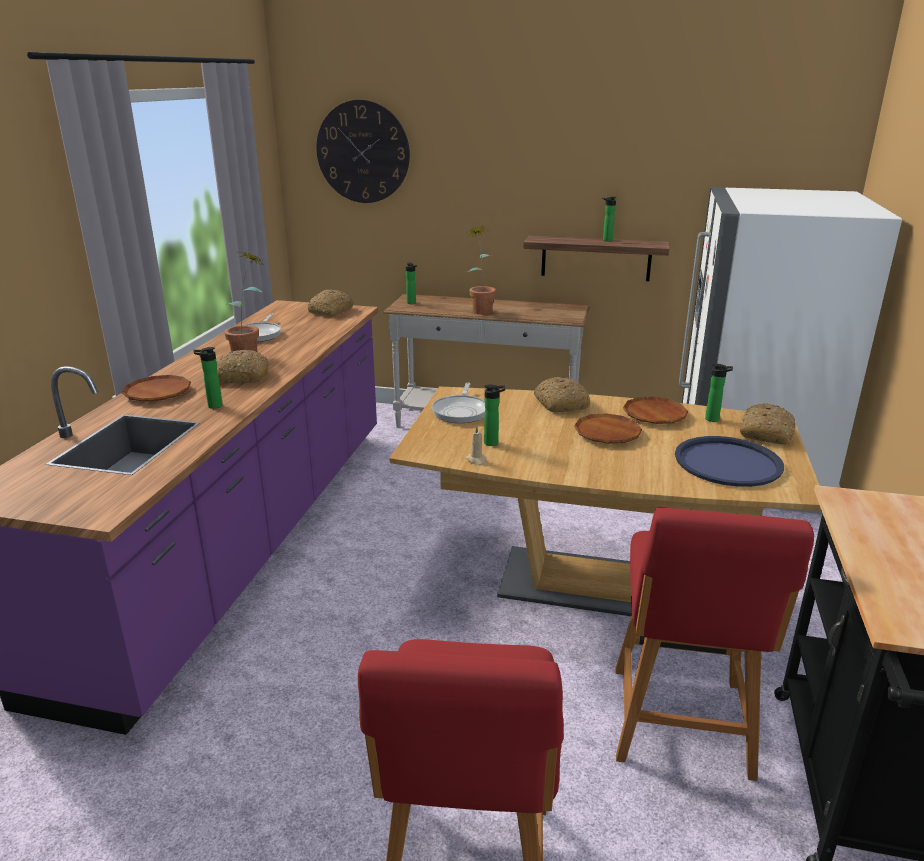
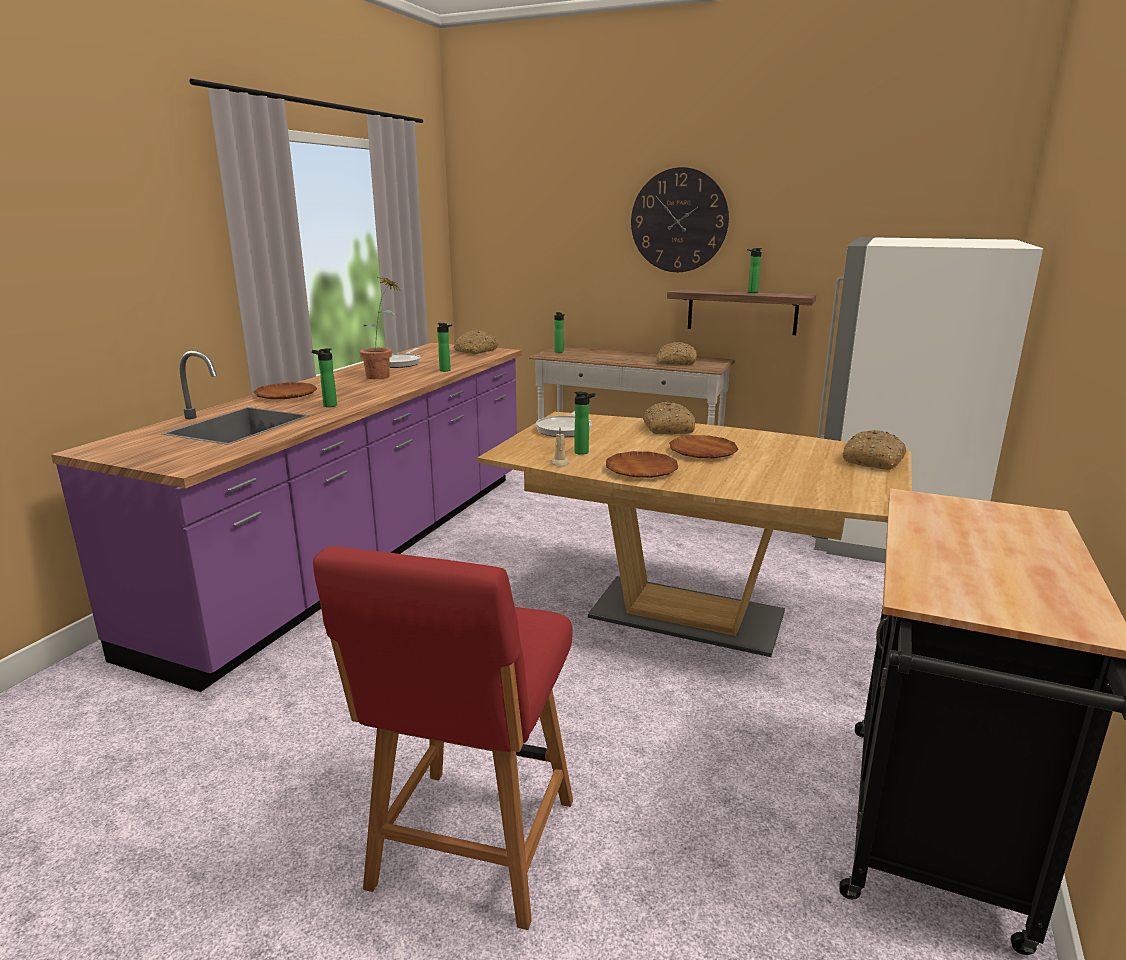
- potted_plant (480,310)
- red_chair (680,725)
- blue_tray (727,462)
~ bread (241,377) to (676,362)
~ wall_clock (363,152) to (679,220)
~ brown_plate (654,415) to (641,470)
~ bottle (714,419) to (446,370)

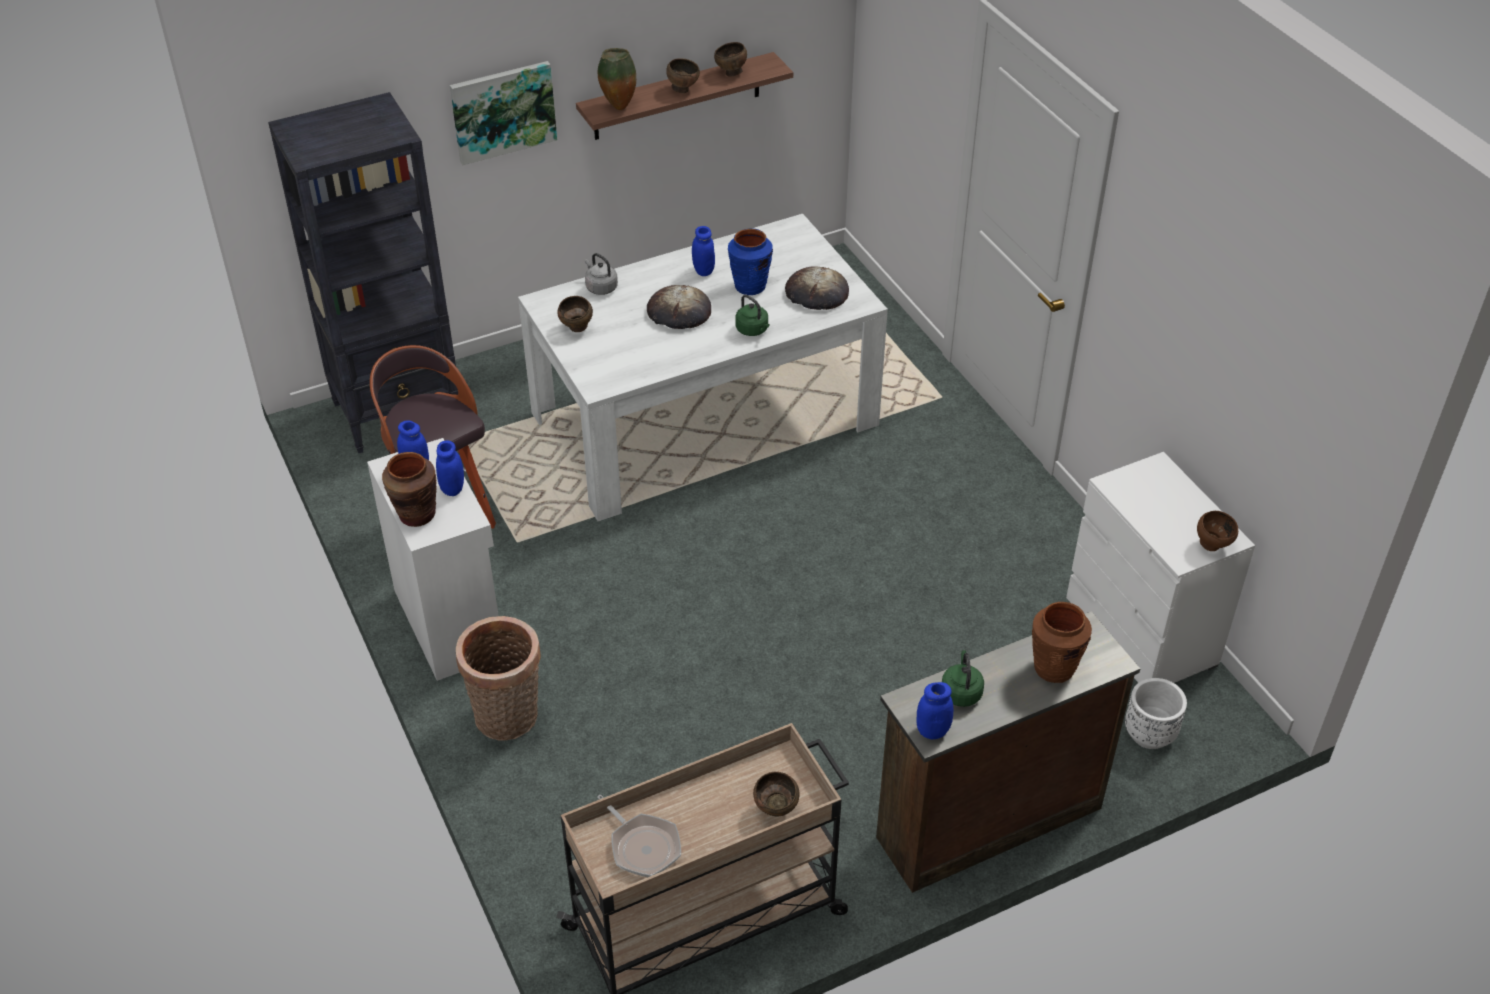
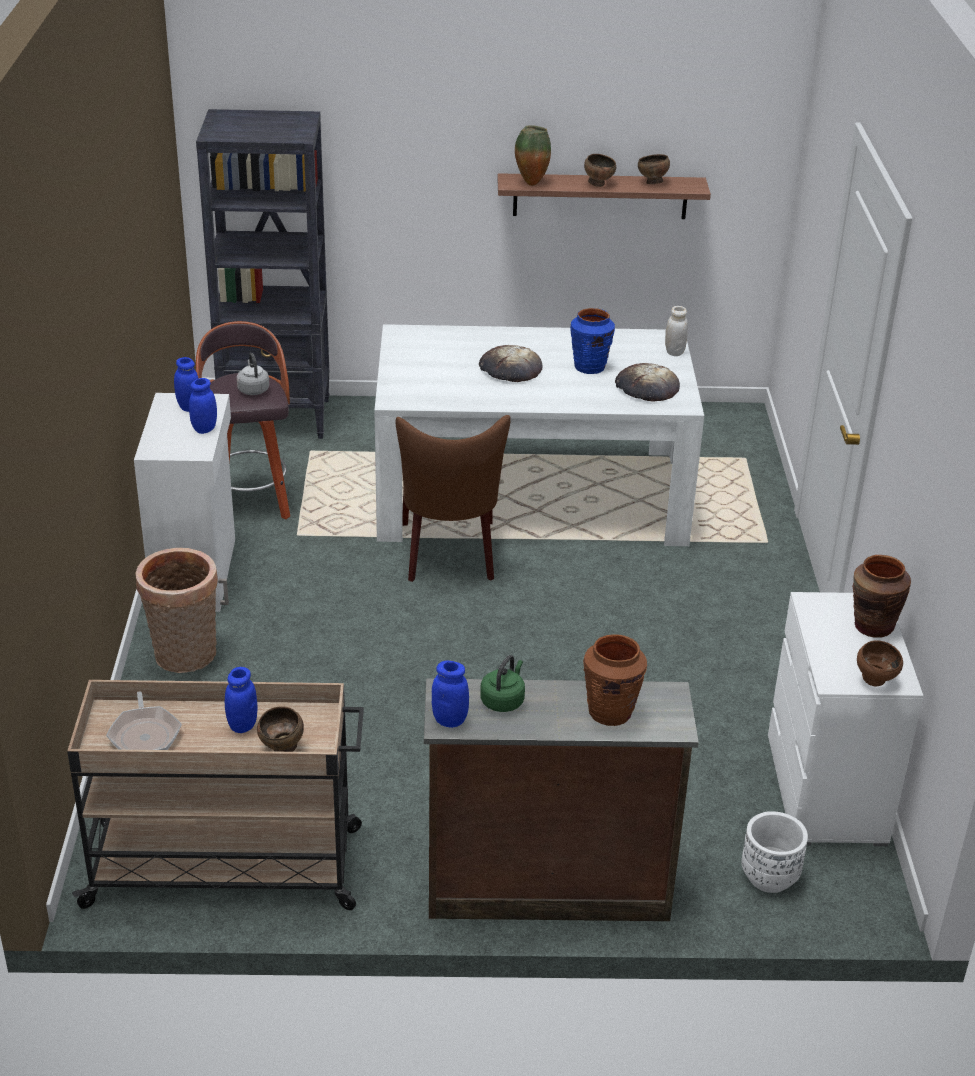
- picture (503,111)
- brown_bowl (577,328)
- green_kettle (753,330)
+ brown_chair (449,556)
+ white_jar (674,352)
~ brown_vase (416,515) to (873,626)
~ grey_kettle (600,287) to (253,389)
~ blue_jar (703,271) to (242,725)

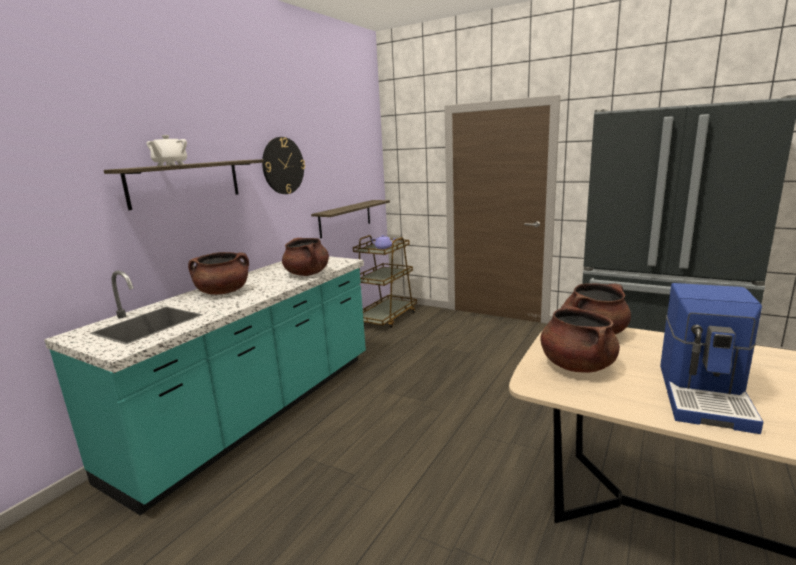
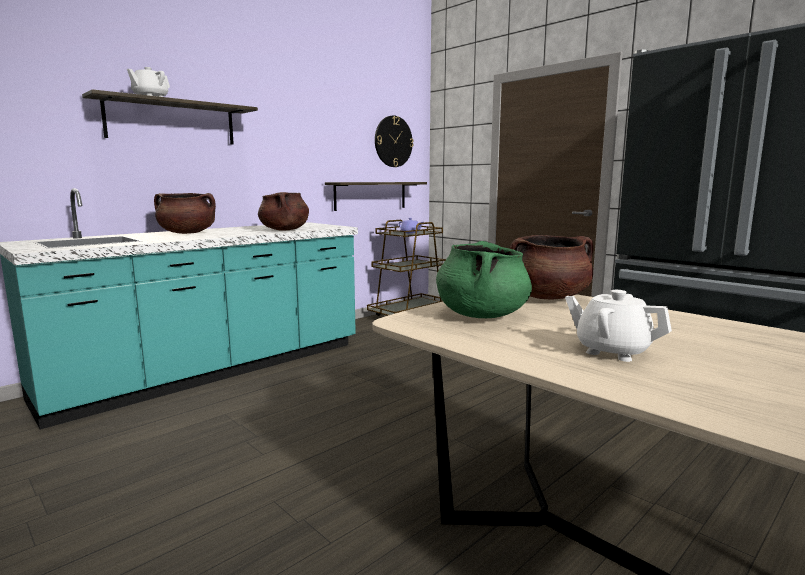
~ wall_clock (283,165) to (393,141)
~ coffee_machine (705,395) to white_teapot (612,351)
~ brown_cooking_pot (576,365) to green_cooking_pot (481,315)

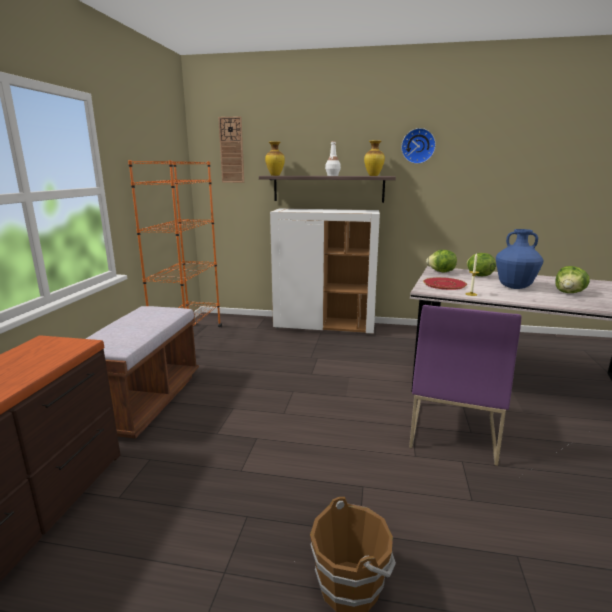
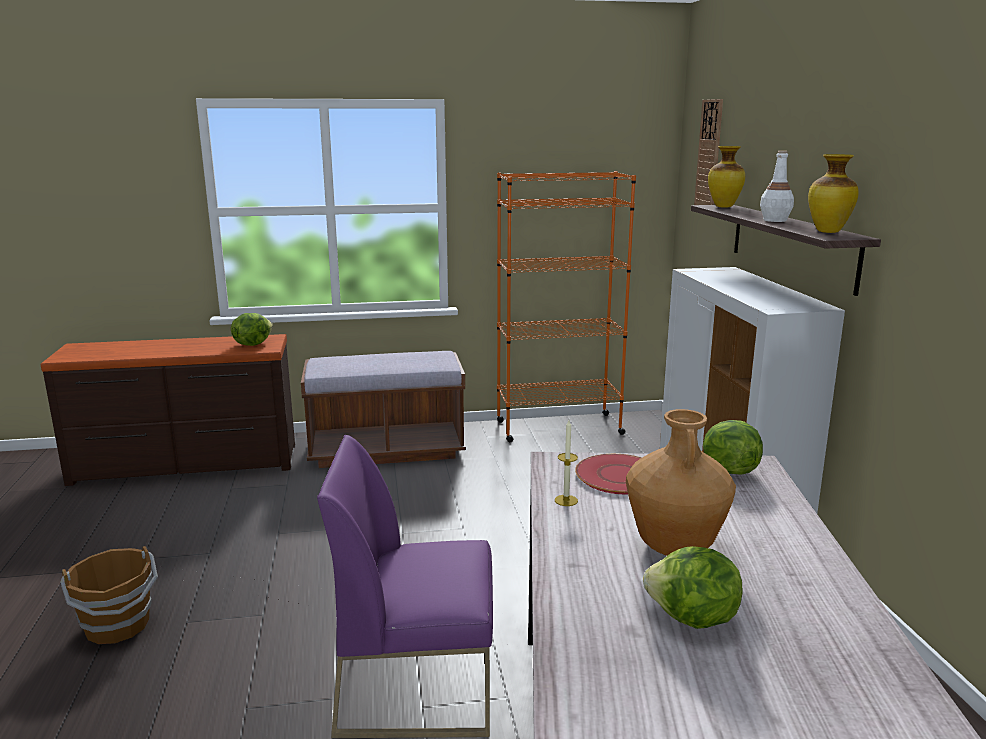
- wall_clock (418,146)
~ lettuce (478,276) to (252,344)
~ blue_vase (514,287) to brown_vase (675,548)

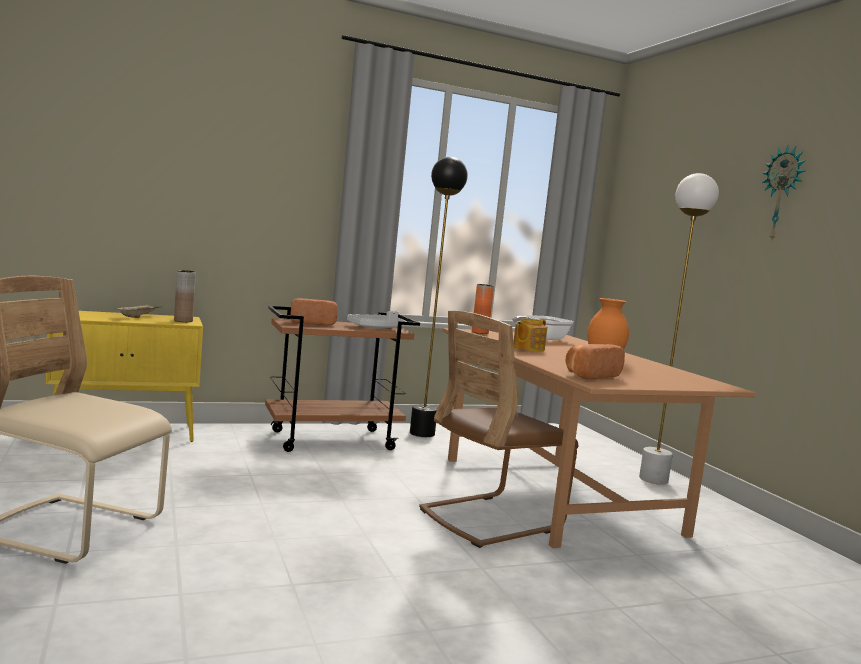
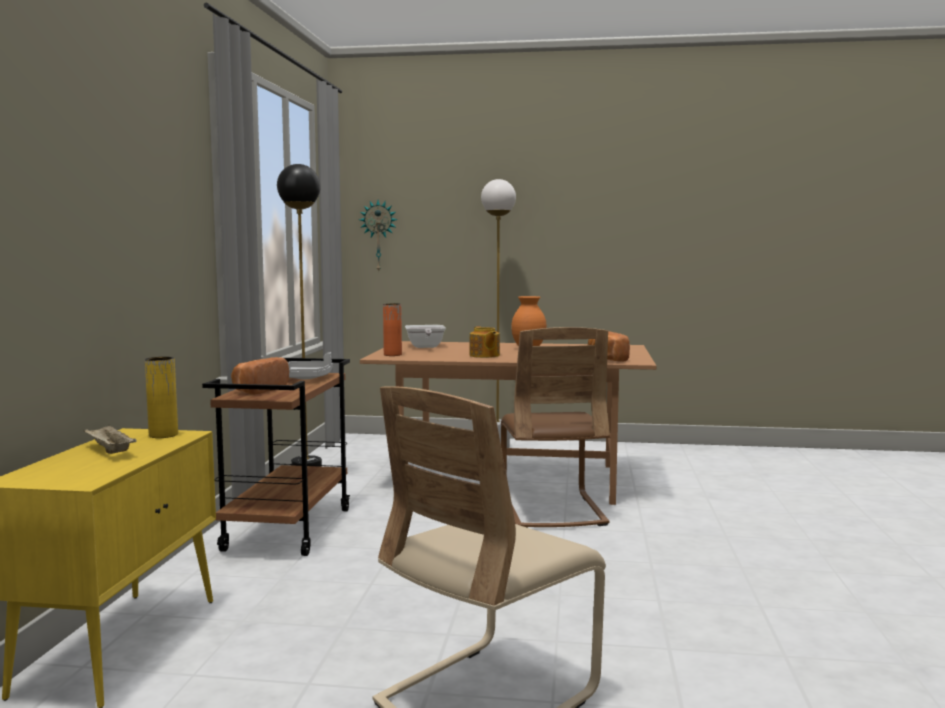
~ wall_clock (782,194) to (379,236)
~ brown_vase (183,321) to yellow_vase (163,435)

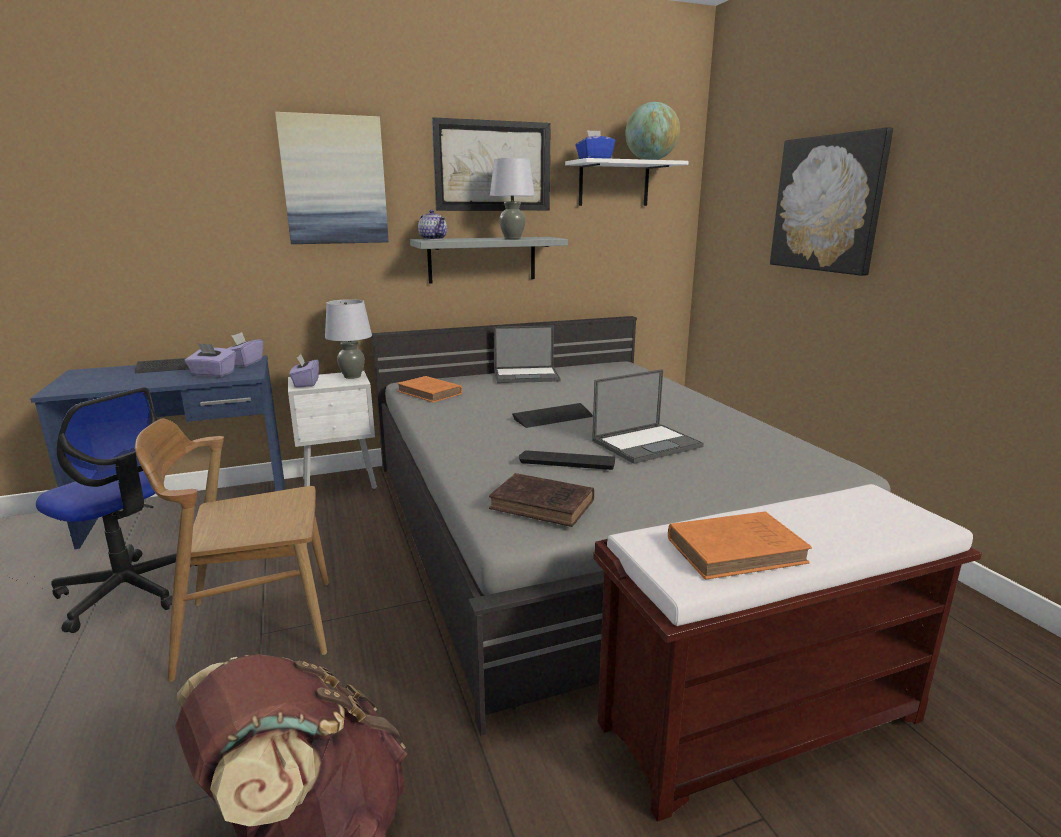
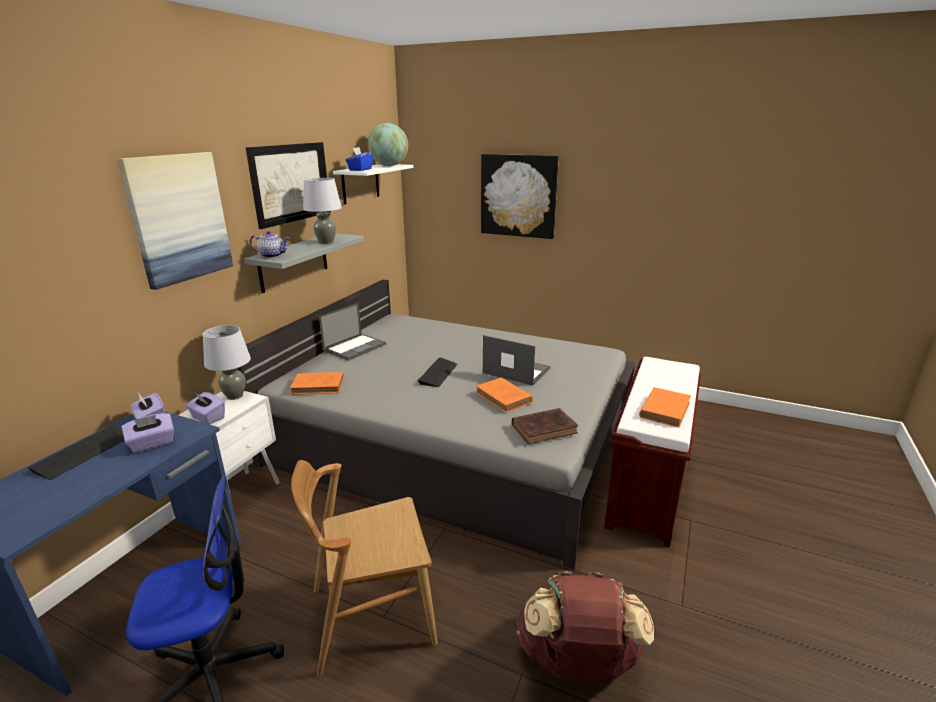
~ keyboard (568,460) to orange_book (504,398)
~ brown_chair (256,626) = (371,615) 45 degrees clockwise
~ laptop (647,443) = (515,371) 75 degrees counterclockwise

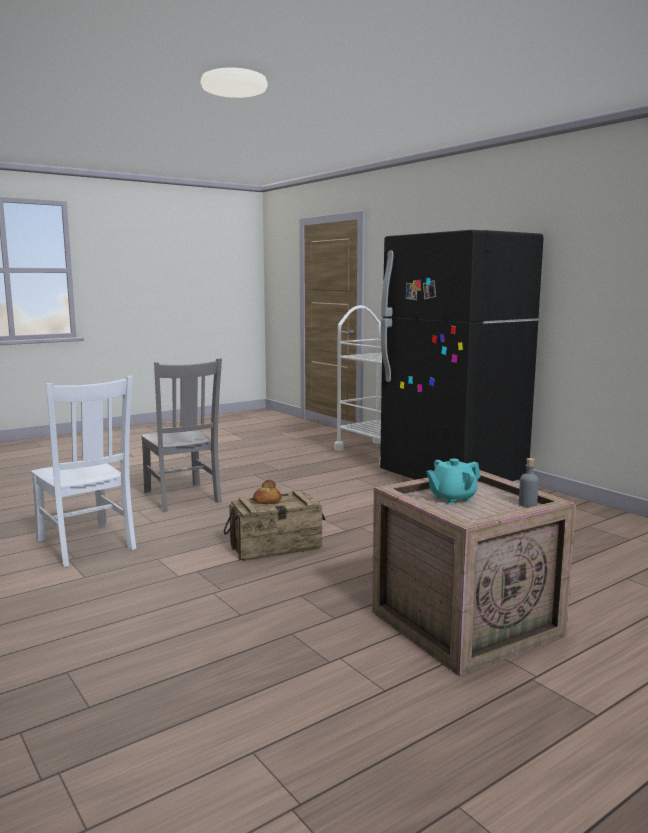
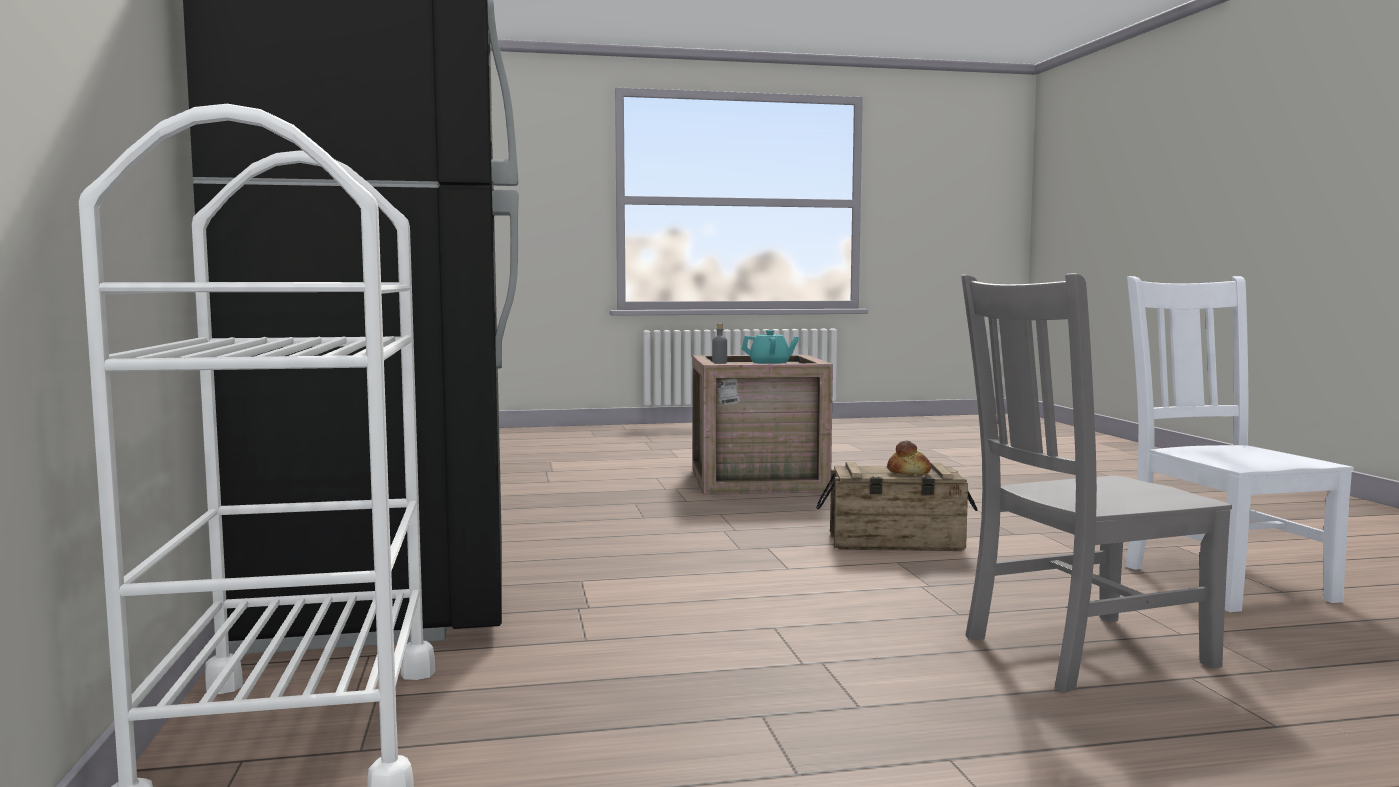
~ grey_chair (182,498) = (1080,652) 105 degrees counterclockwise

